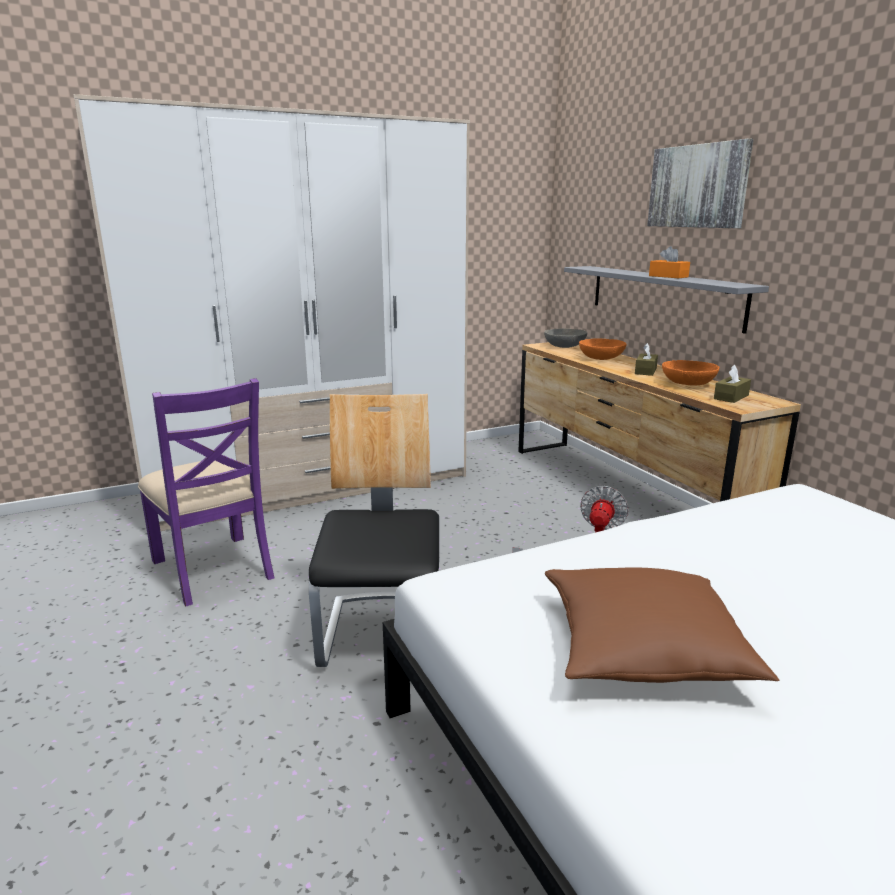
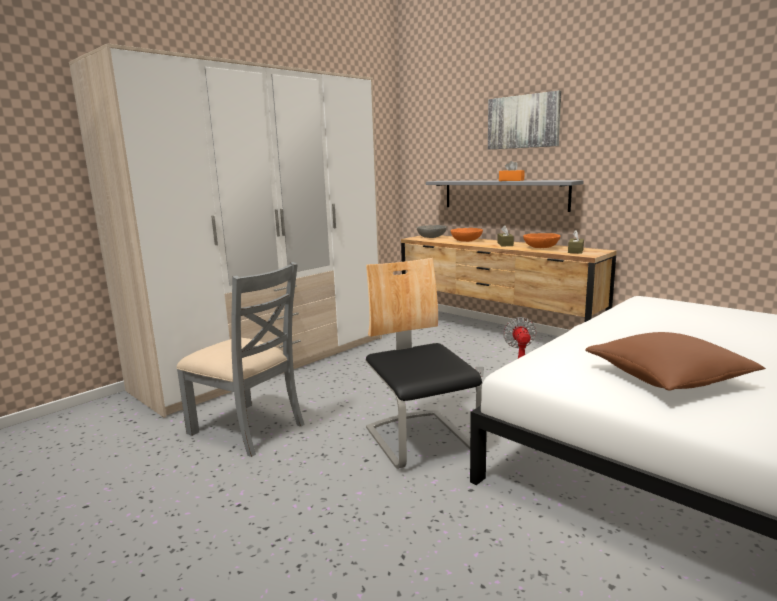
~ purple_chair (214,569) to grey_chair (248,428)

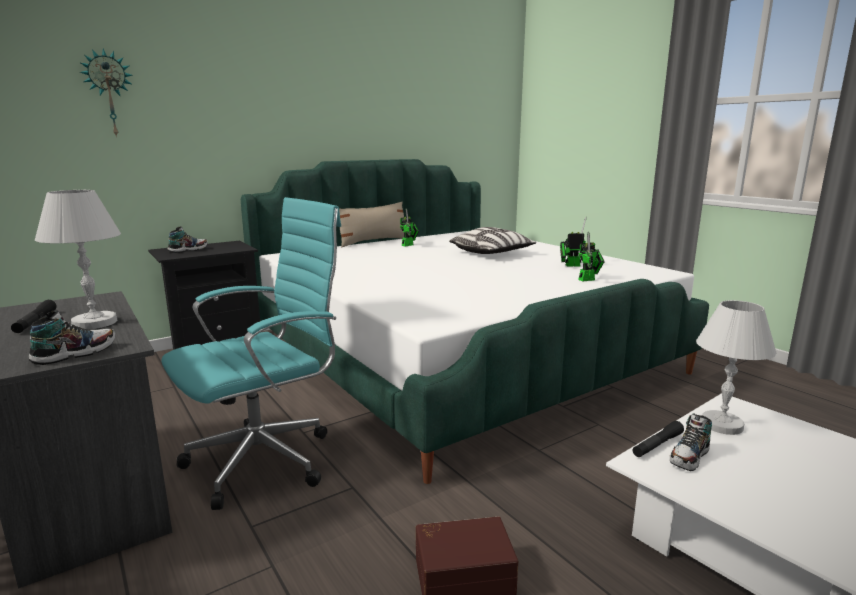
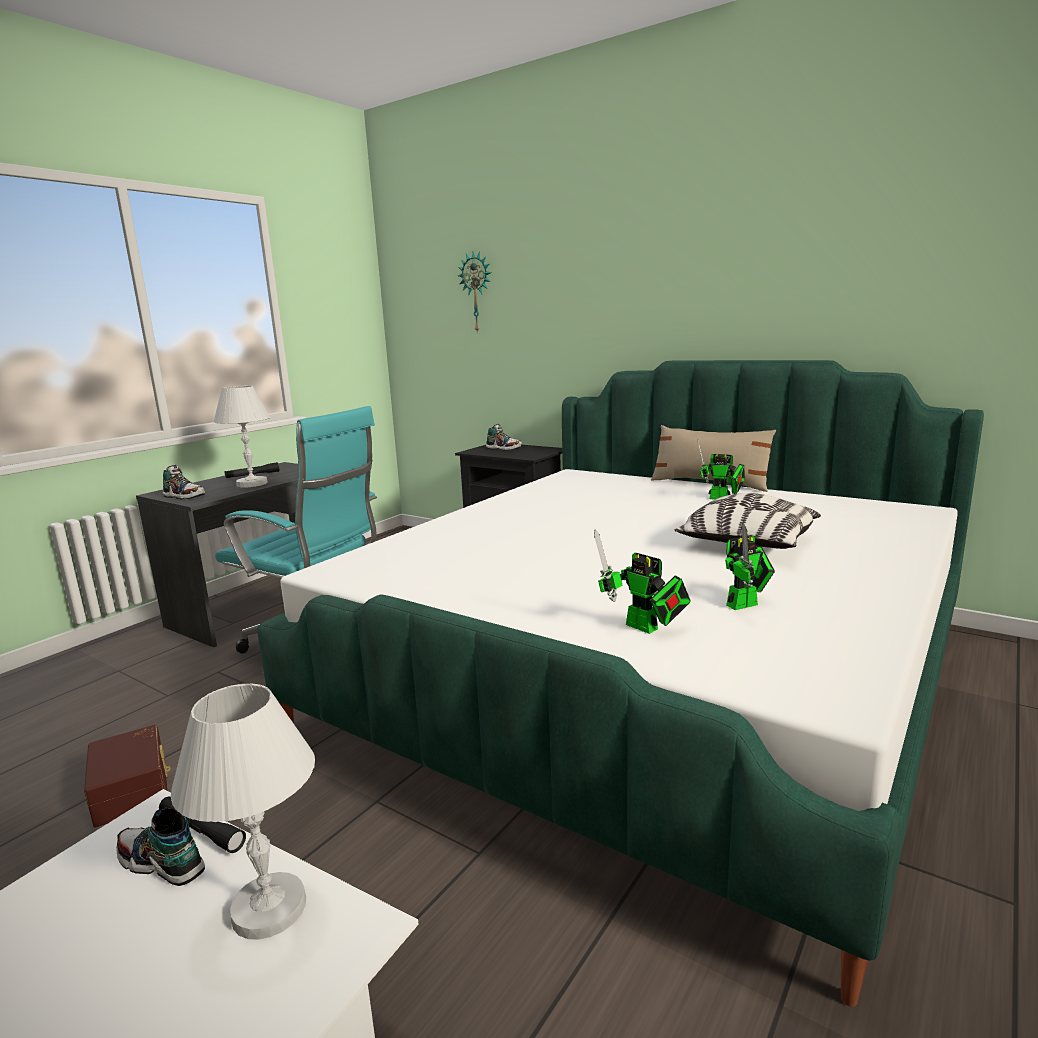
~ toy_robot (570,265) = (746,604) 90 degrees clockwise

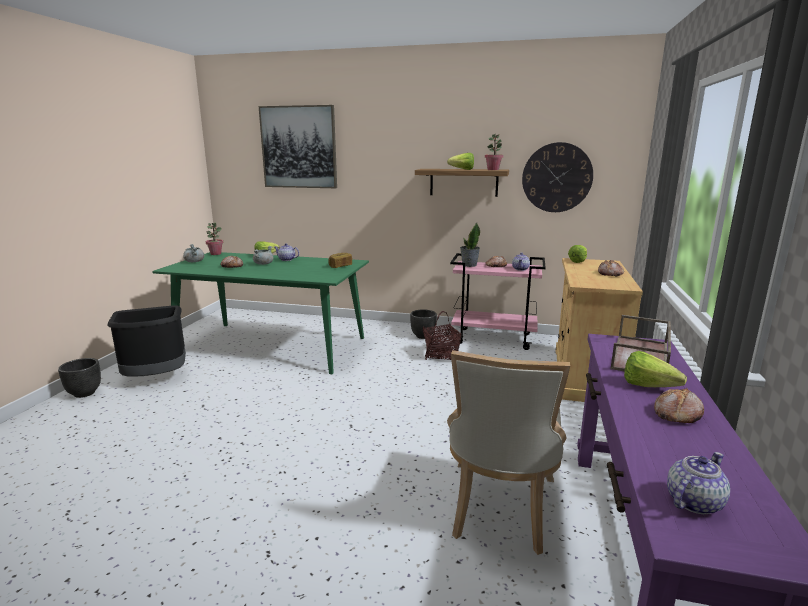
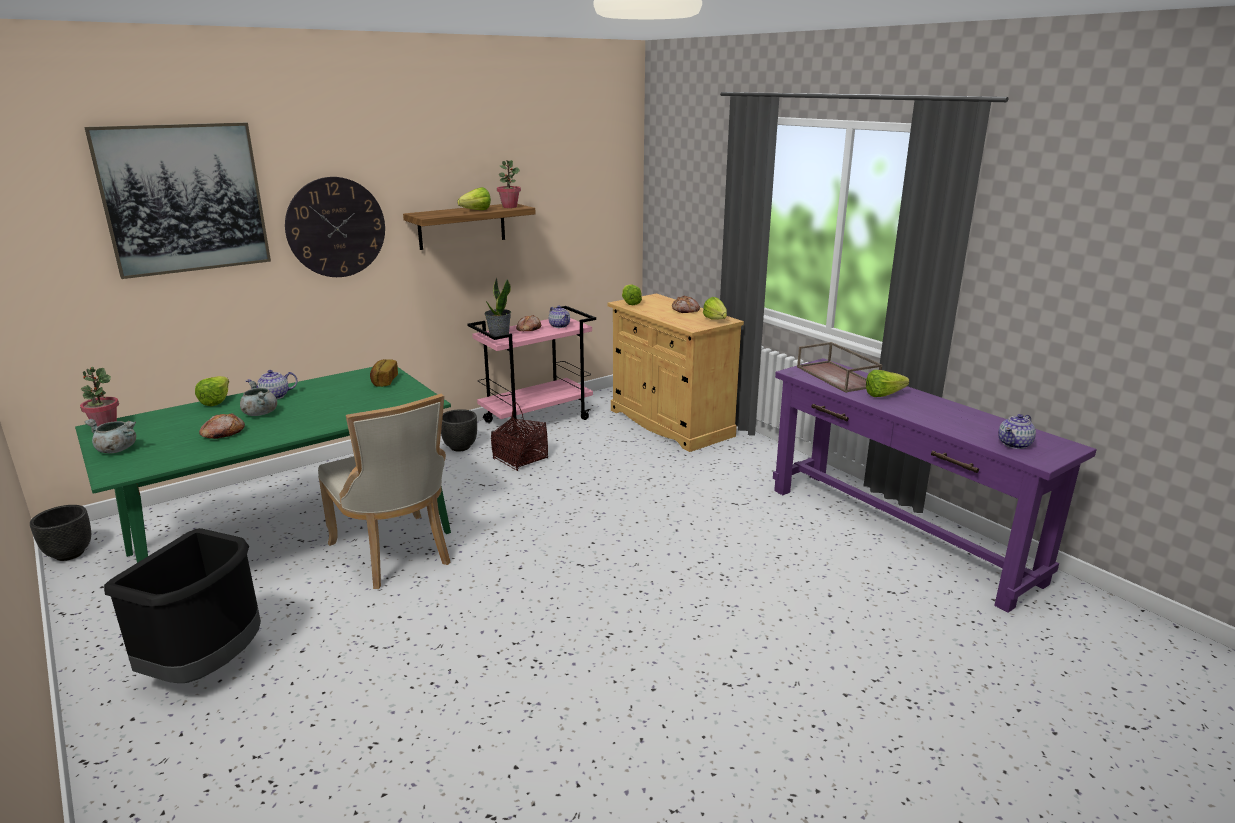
- bread (676,414)
+ lettuce (716,321)
~ black_planter (84,393) to (69,554)
~ beige_chair (500,509) to (395,554)
~ wall_clock (557,177) to (336,227)
~ teapot (693,502) = (1015,444) 135 degrees counterclockwise

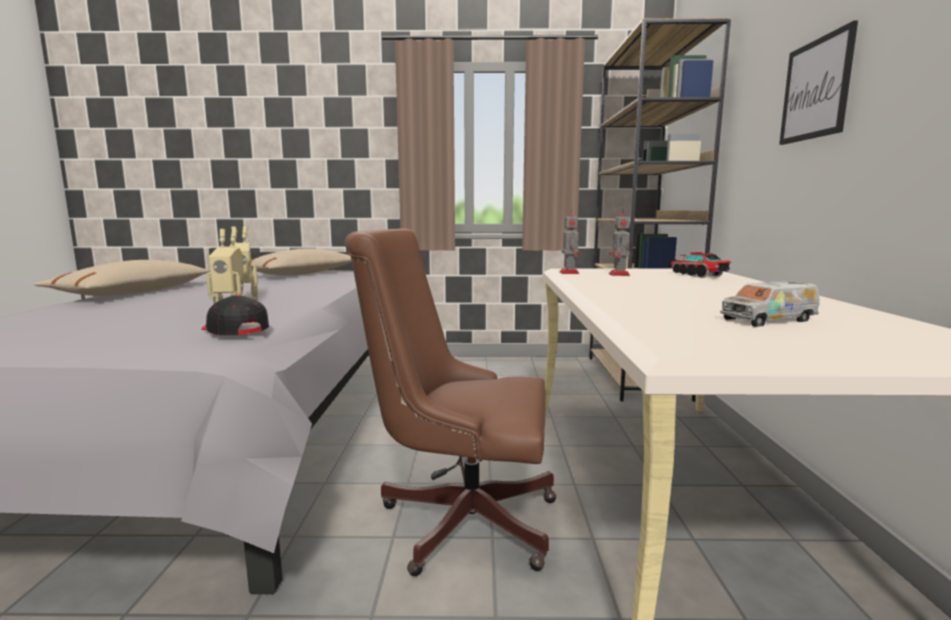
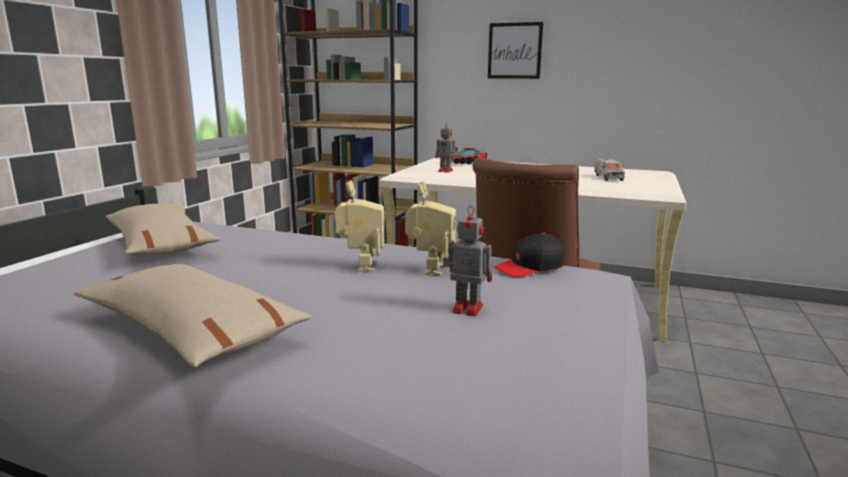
~ toy_robot (569,272) to (466,308)

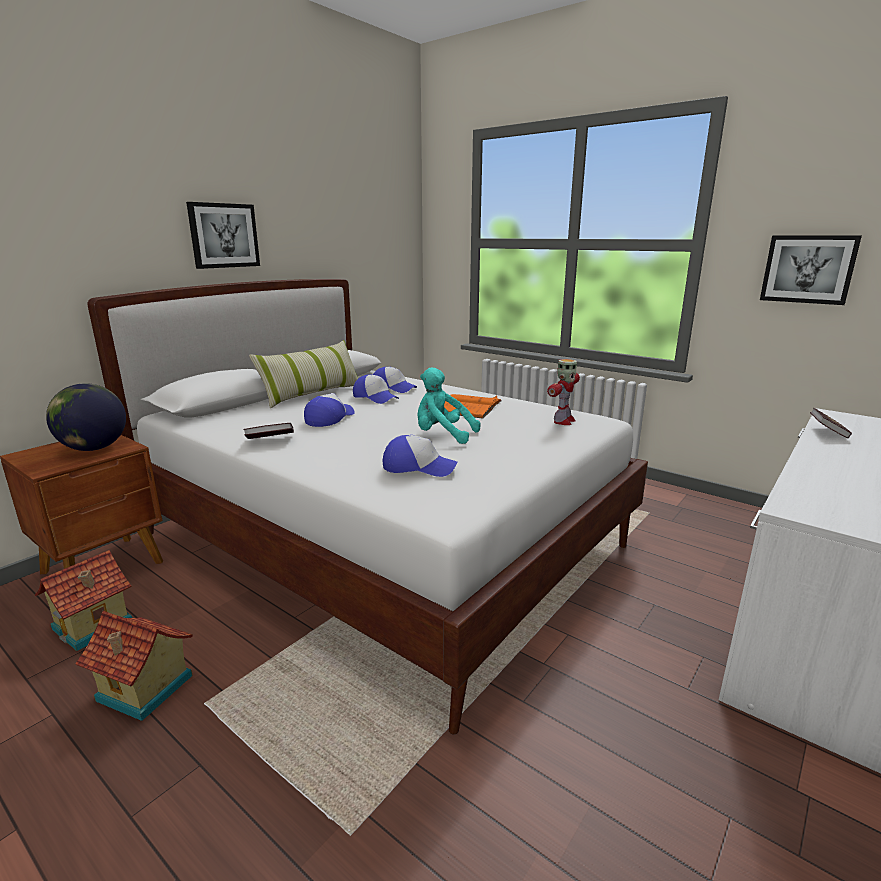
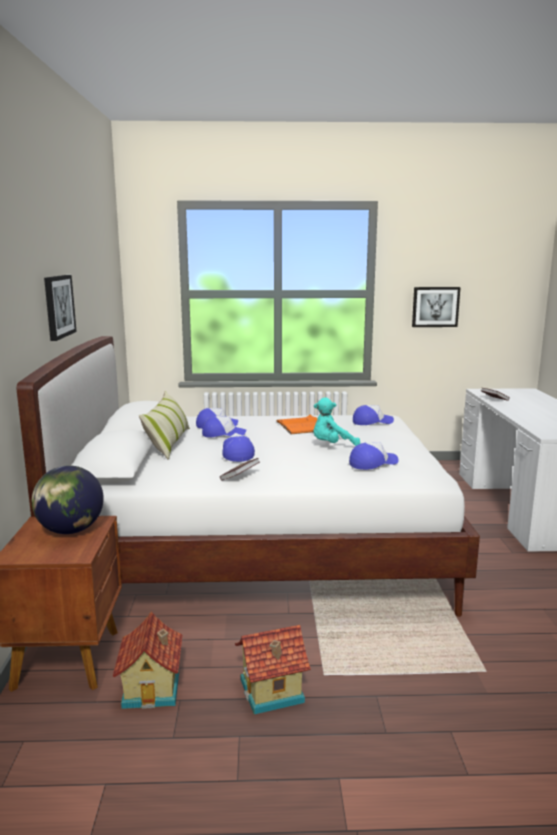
~ toy_robot (563,421) to cap (372,422)

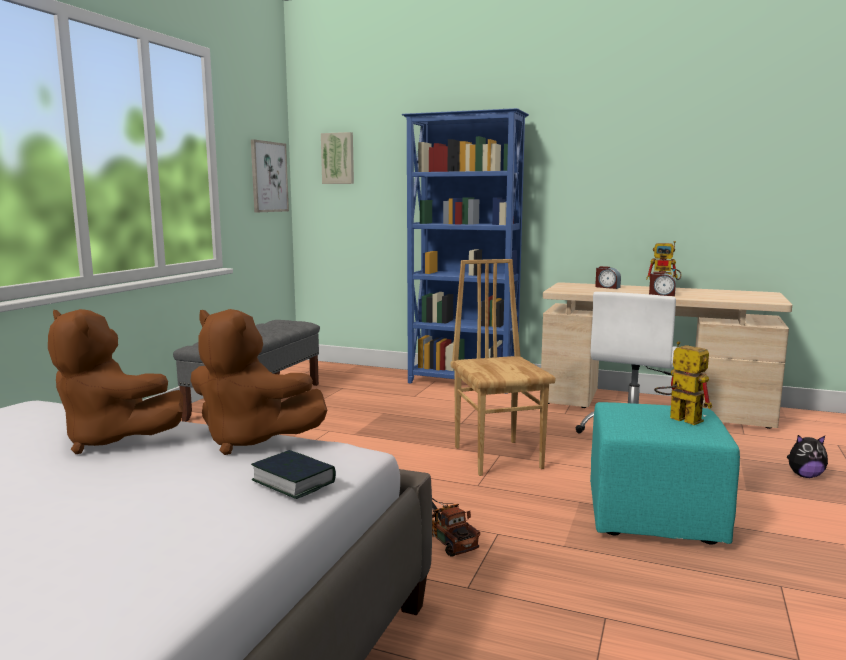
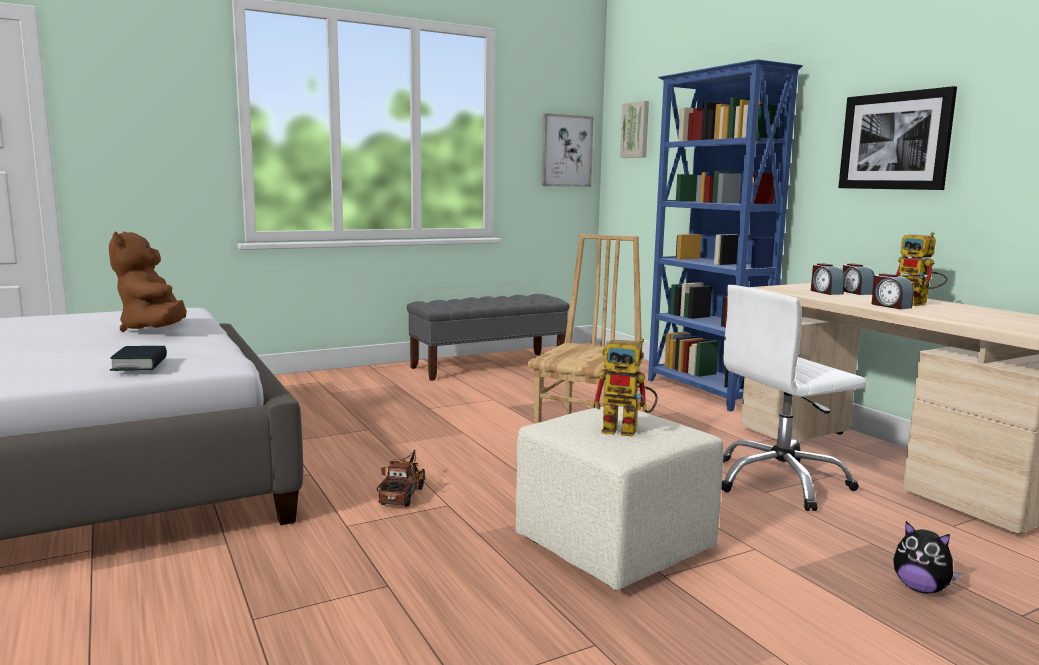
- brown_plush_toy (251,440)
+ alarm_clock (825,292)
+ picture (895,141)
~ turquoise_ottoman (655,516) to beige_ottoman (616,548)
~ toy_robot (678,418) = (628,430) 105 degrees clockwise

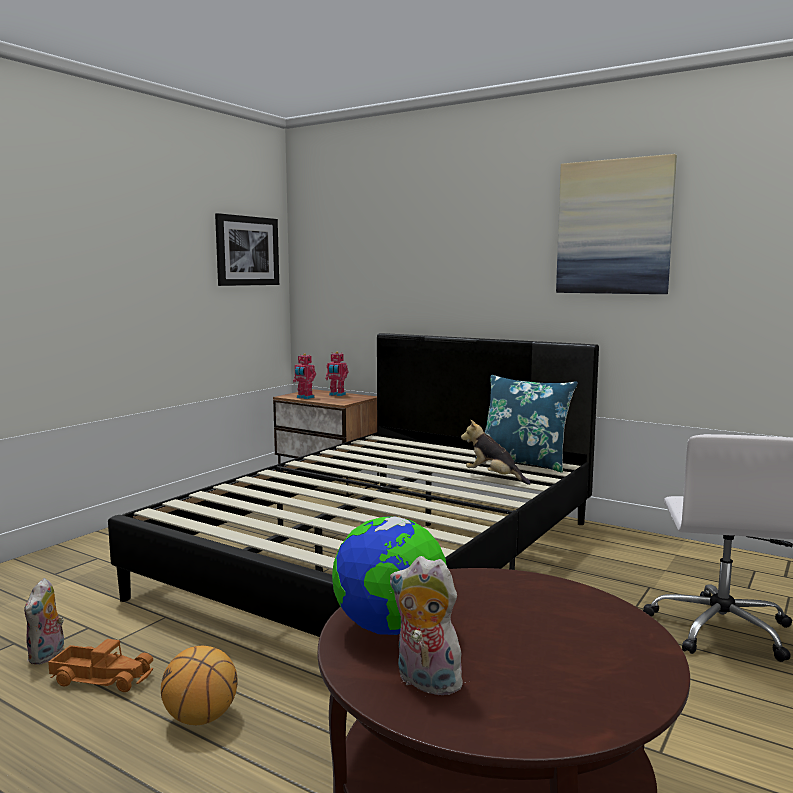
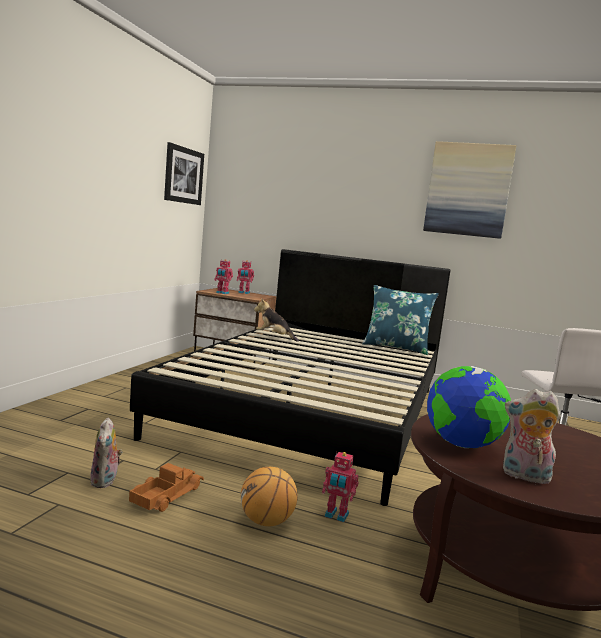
+ toy_robot (336,516)
~ plush_toy (493,477) to (274,337)
~ toy_truck (102,677) = (165,496) 60 degrees counterclockwise

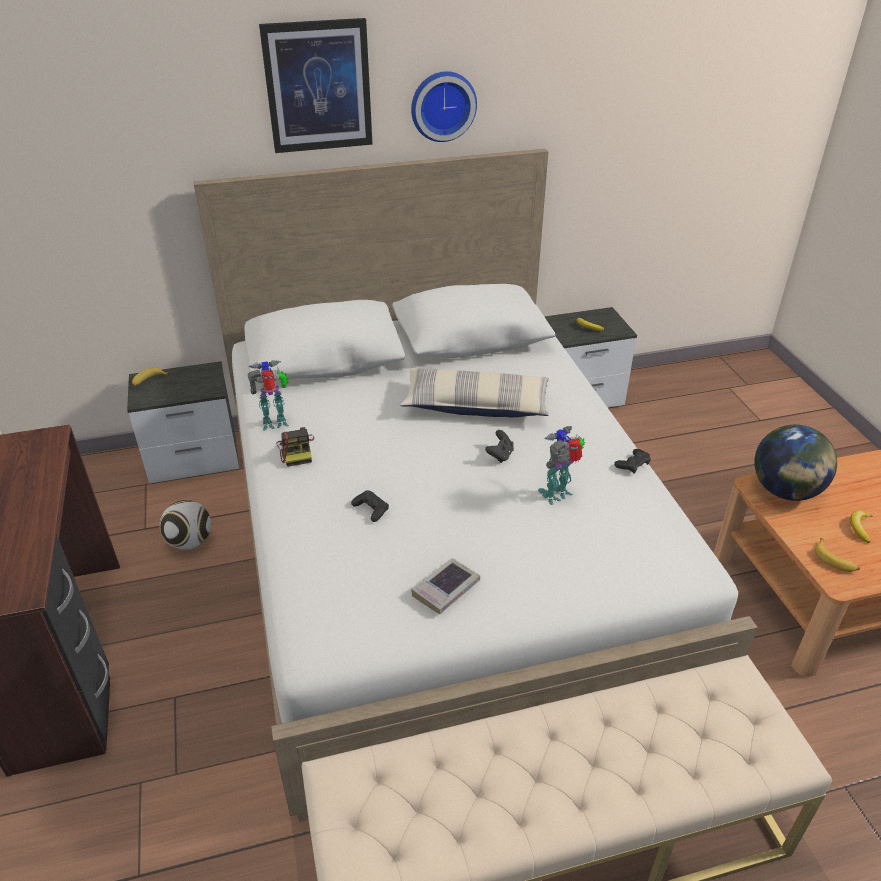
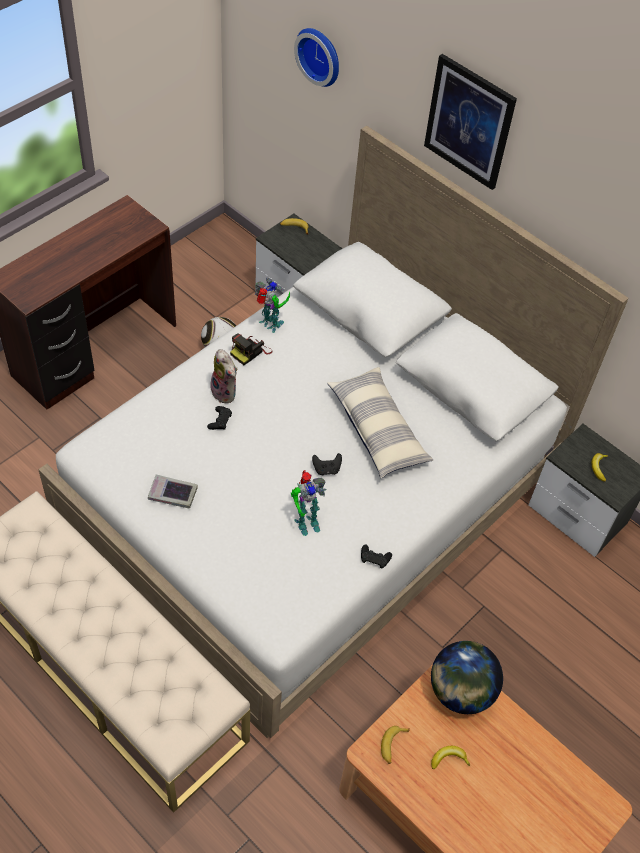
+ plush_toy (226,392)
~ wall_clock (442,105) to (320,55)
~ toy_robot (558,494) = (305,522) 135 degrees clockwise

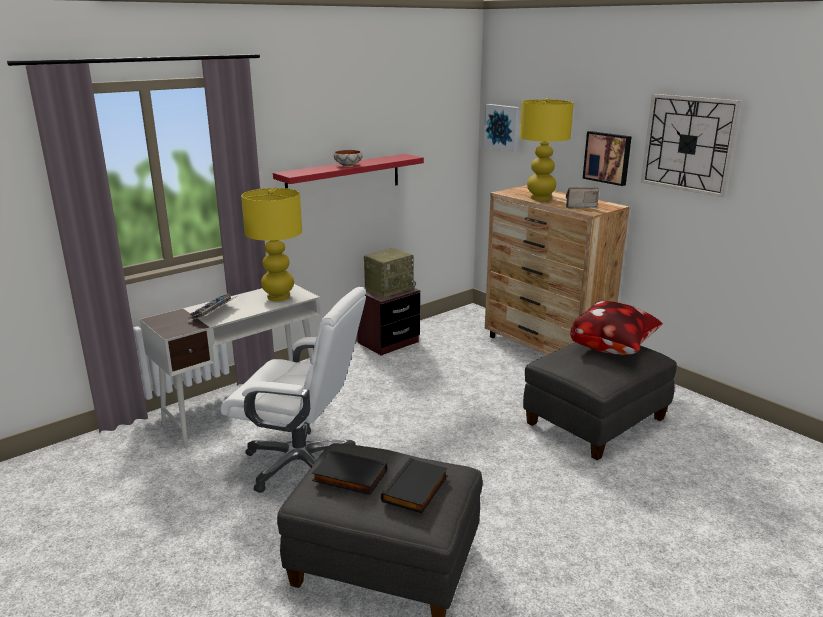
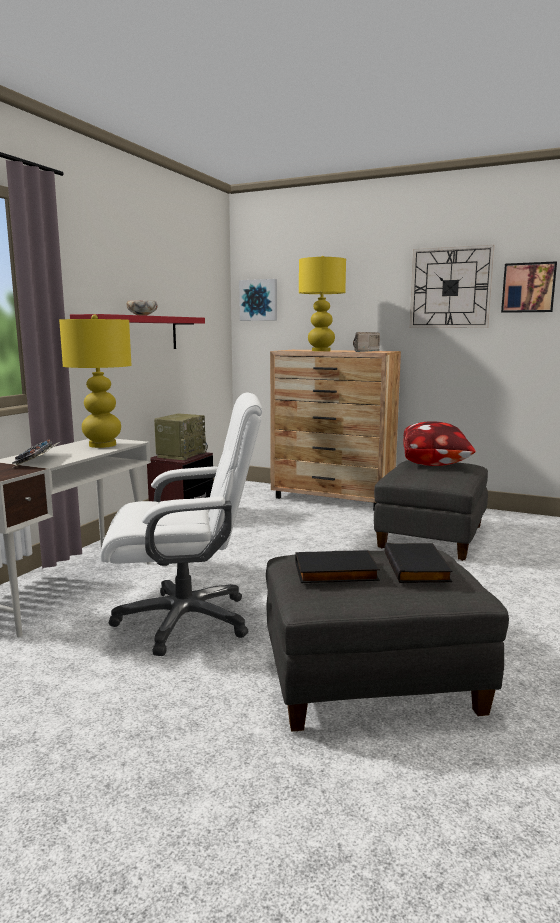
~ picture (607,157) to (528,287)

